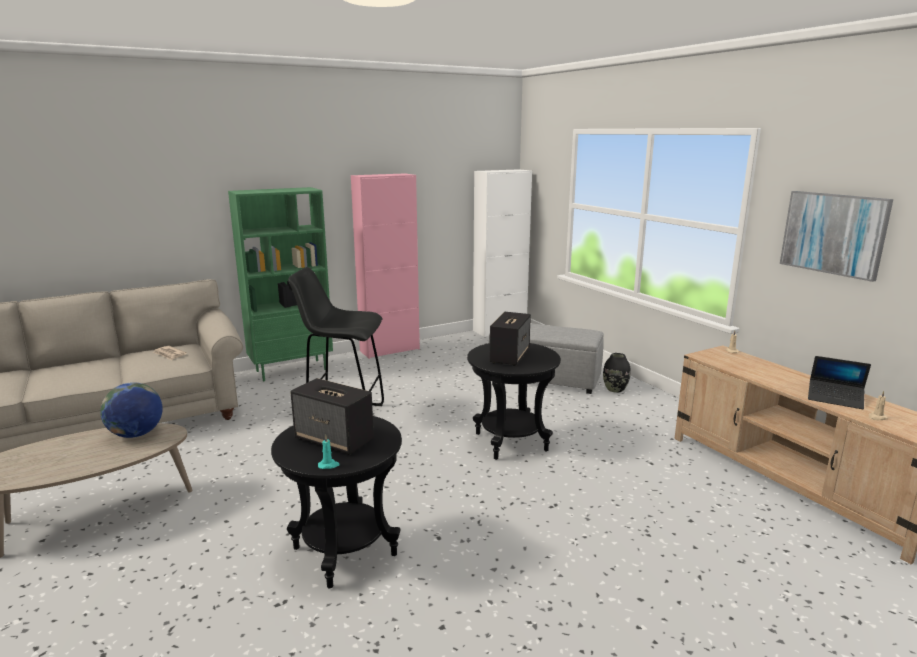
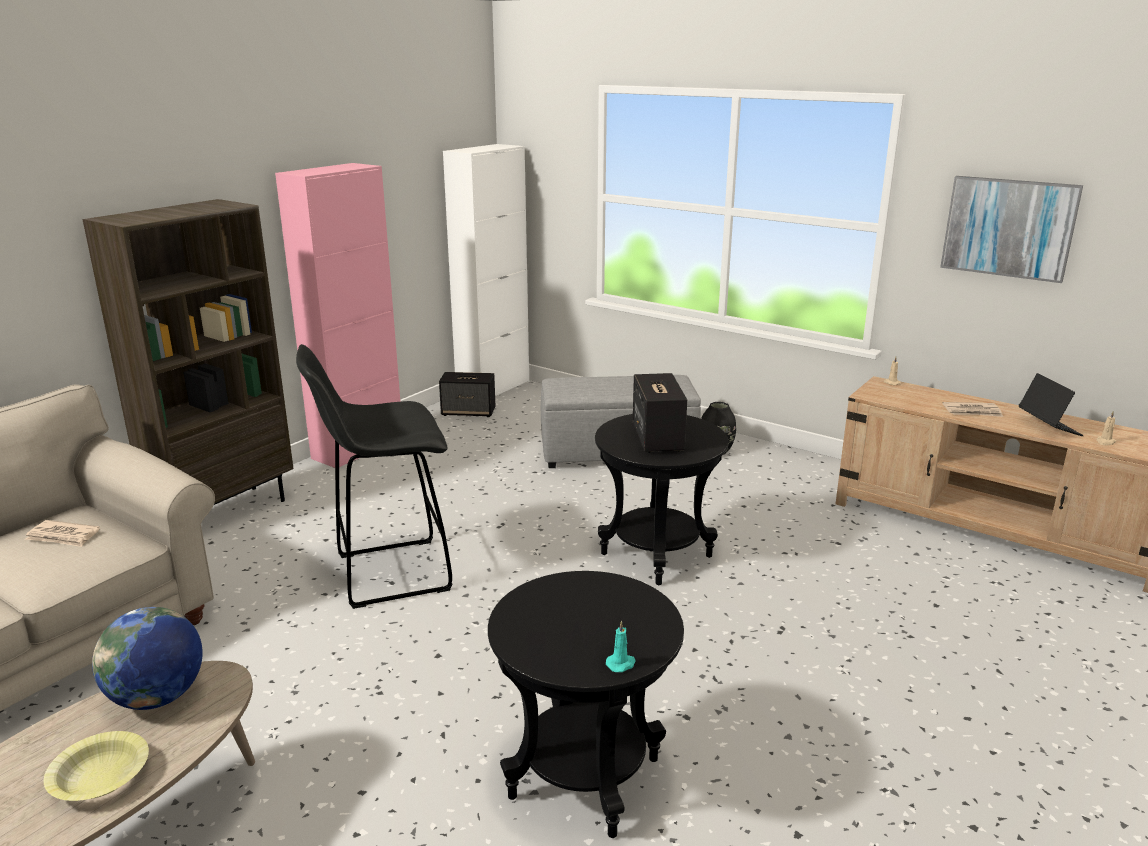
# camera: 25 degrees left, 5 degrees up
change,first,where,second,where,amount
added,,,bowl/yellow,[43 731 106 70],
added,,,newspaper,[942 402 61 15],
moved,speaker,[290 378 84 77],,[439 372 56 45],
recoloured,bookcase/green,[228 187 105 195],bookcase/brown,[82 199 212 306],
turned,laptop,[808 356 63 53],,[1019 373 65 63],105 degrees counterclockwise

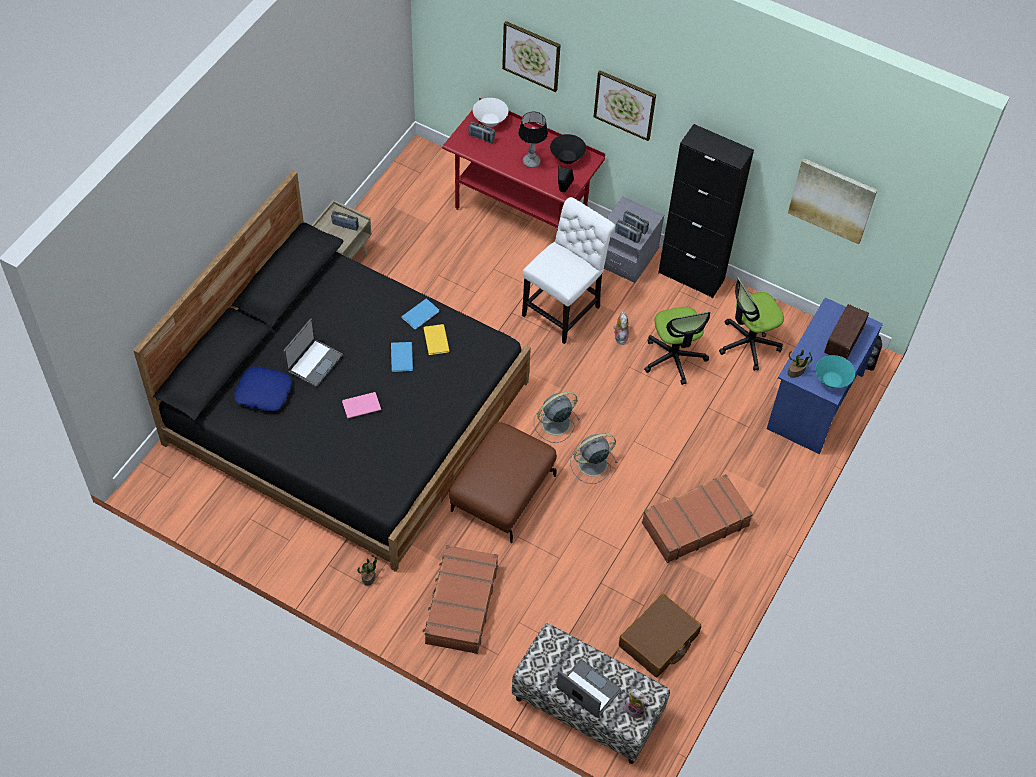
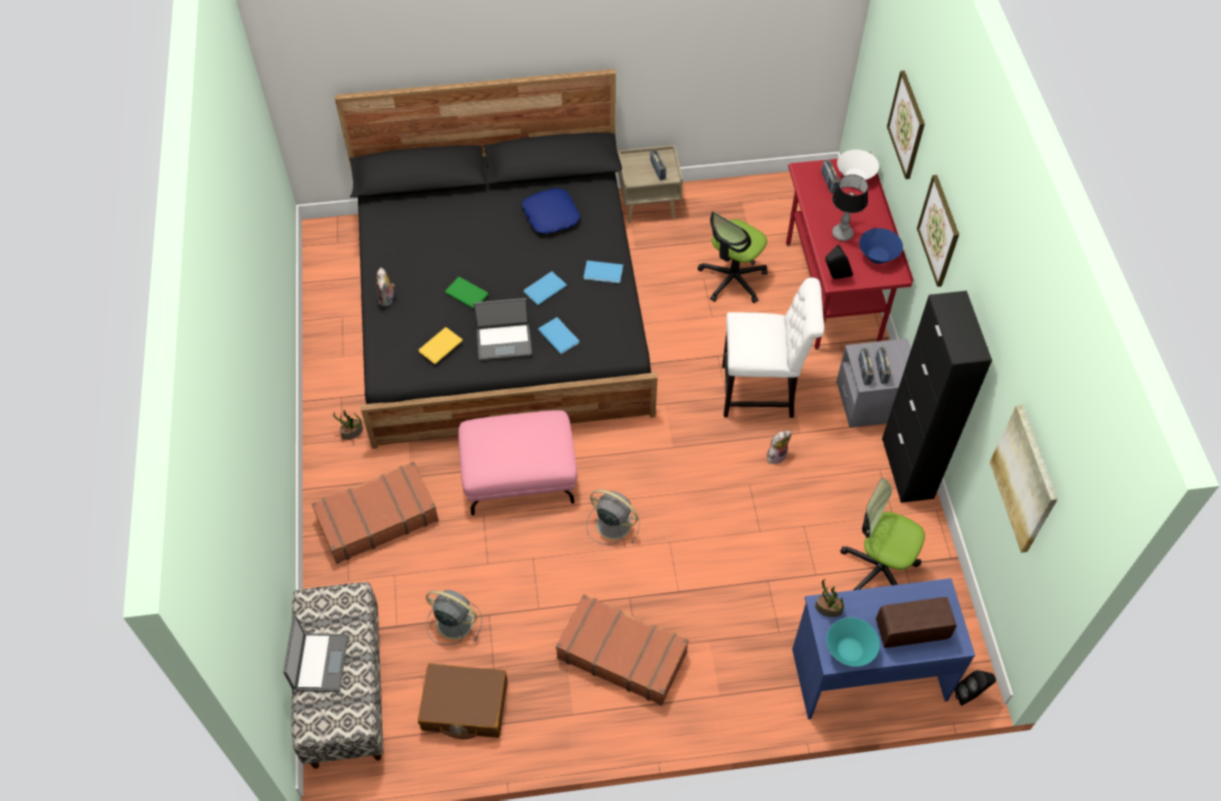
# camera: 55 degrees right, 0 degrees up
change,first,where,second,where,amount
added,,,book/blue,[538 317 41 37],
moved,pillow/blue,[235 366 57 45],,[522 188 58 46],
moved,laptop,[283 319 60 68],,[473 298 59 62],
moved,book/yellow,[424 324 26 31],,[419 327 44 37],
moved,fan/grey,[534 392 46 51],,[426 590 56 55],
moved,plush toy,[624 689 26 30],,[376 268 19 39],
moved,office chair,[644 307 66 78],,[698 211 69 92],
recoloured,book/pink,[342 392 39 26],book/green,[445 277 43 32],
recoloured,ottoman/brown,[449 422 108 121],ottoman/pink,[458 410 119 106],
recoloured,bowl/black,[550 134 36 30],bowl/blue,[859 228 44 36],

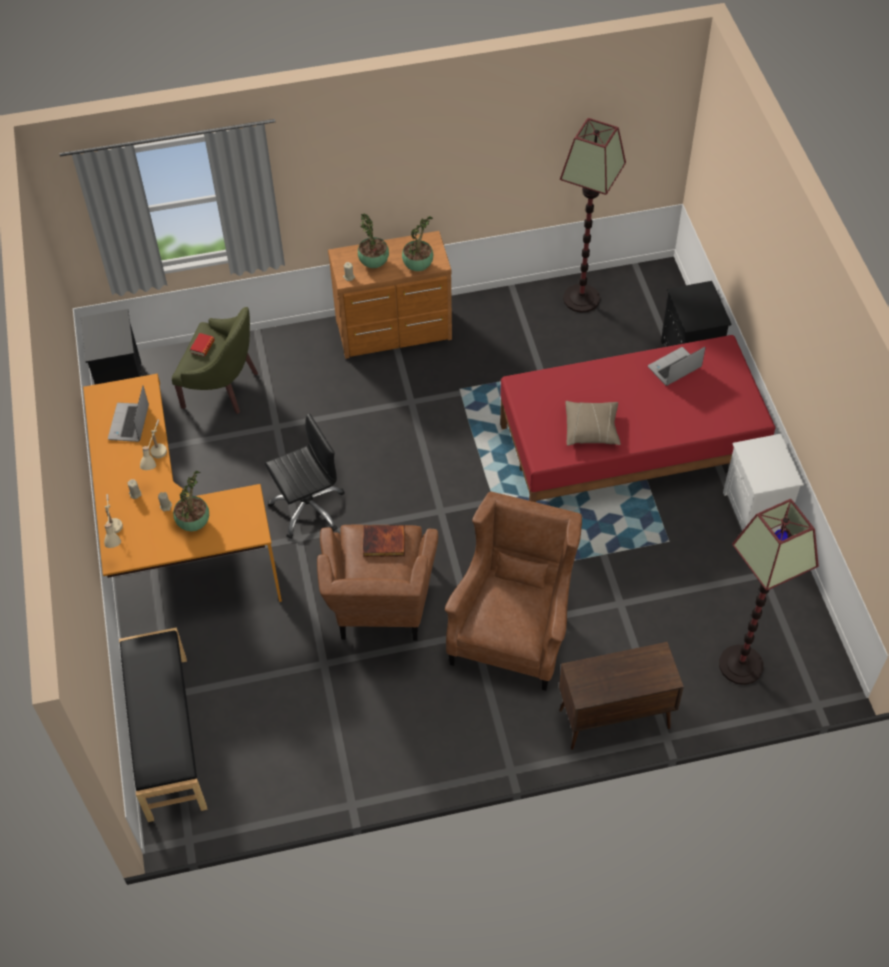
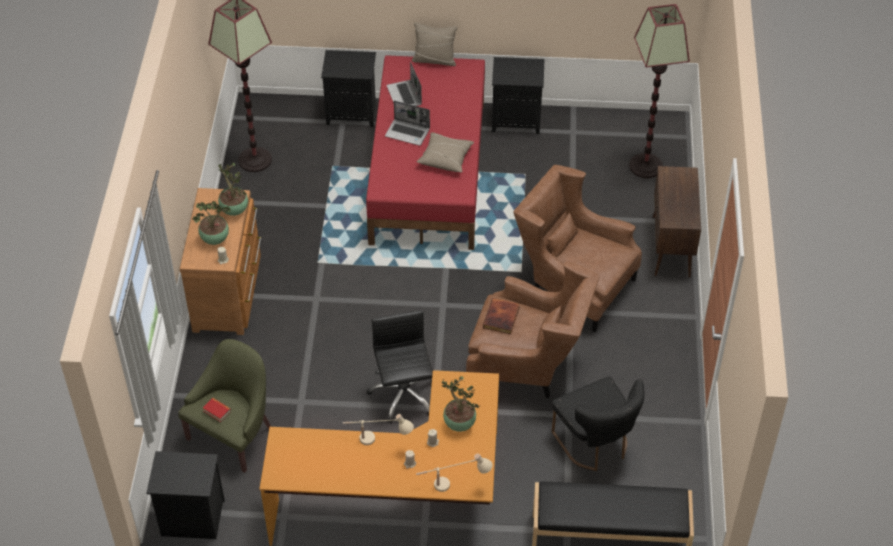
# camera: 75 degrees left, 5 degrees down
change,first,where,second,where,amount
added,,,pillow/beige,[412 22 45 44],
added,,,chair/black,[552 377 92 94],
moved,laptop,[108 386 41 56],,[385 101 45 45],
recoloured,nightstand/white,[723 434 81 99],nightstand/black,[492 57 52 77],

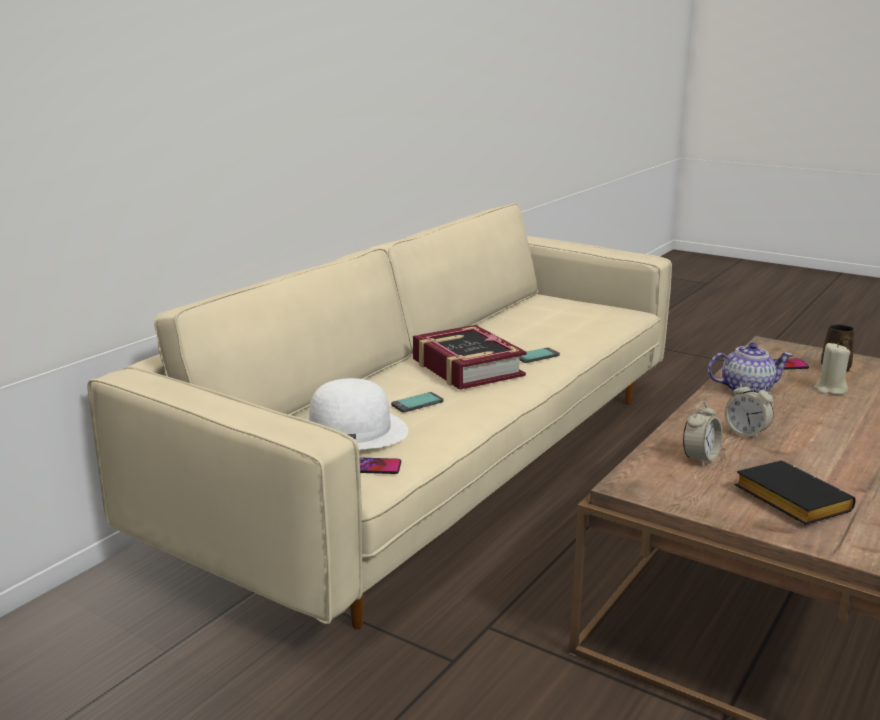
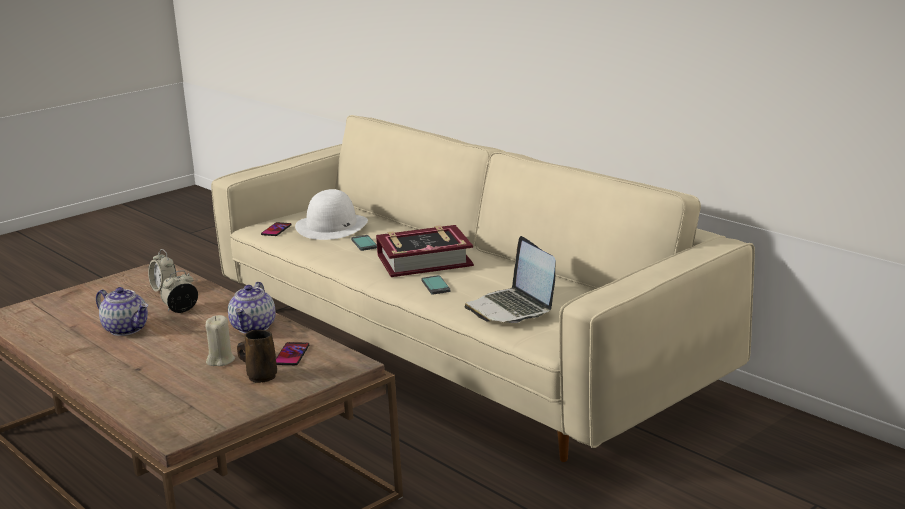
# camera: 105 degrees right, 0 degrees up
change,first,where,second,where,amount
removed,book/black,[735 461 121 64],,,
added,,,teapot,[96 287 52 49],
added,,,laptop,[465 236 91 87],

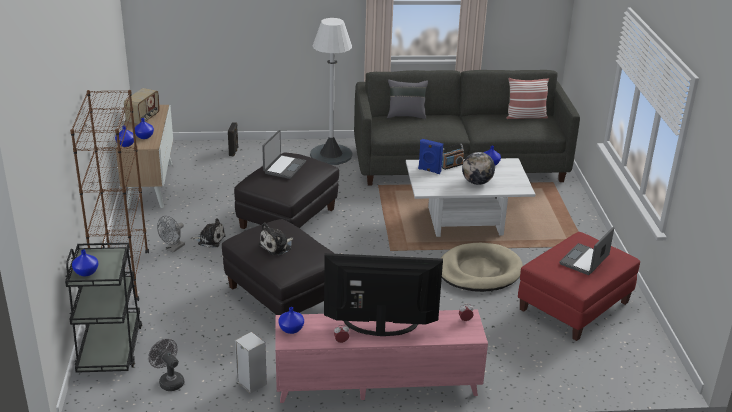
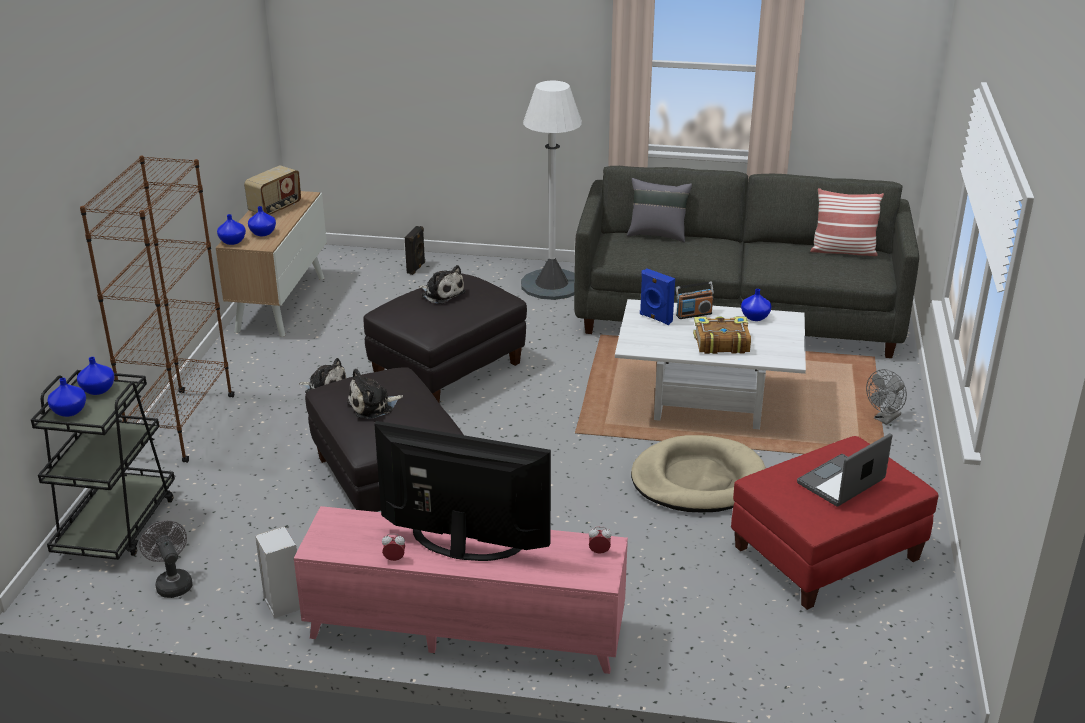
# camera: 15 degrees right, 0 degrees up
change,first,where,second,where,amount
moved,fan/grey,[157 216 28 37],,[866 369 41 56],
moved,vase/blue,[278 307 26 27],,[77 357 37 38],
replaced,laptop,[262 130 44 49],plush toy,[419 265 47 39],
replaced,globe,[462 152 33 33],book,[693 316 58 38],

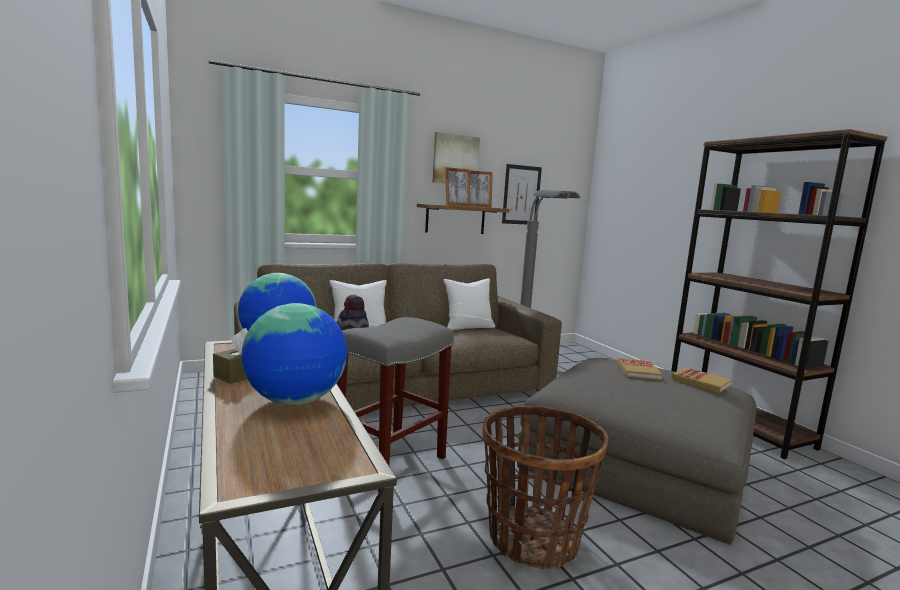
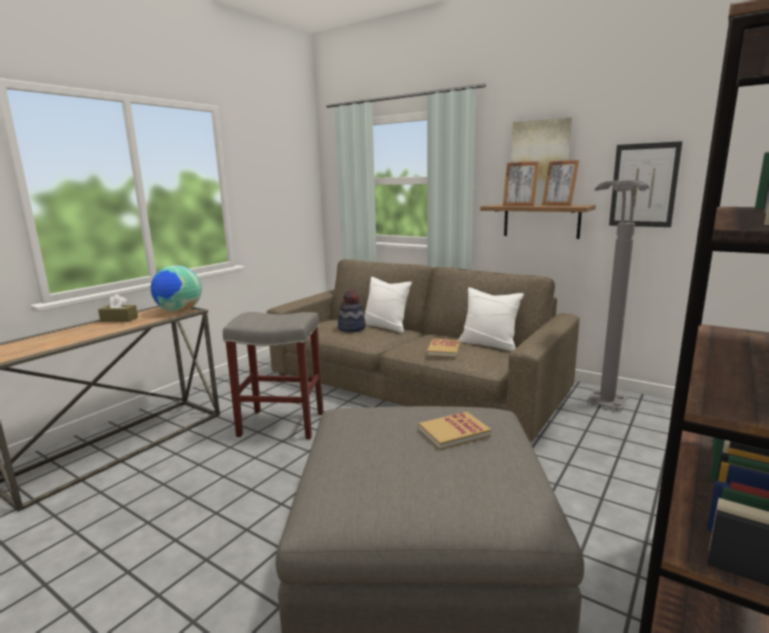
# camera: 60 degrees right, 5 degrees up
change,first,where,second,where,amount
removed,globe,[241 303 106 102],,,
removed,basket,[482 406 126 163],,,
moved,book,[671 367 61 26],,[427 339 33 18],

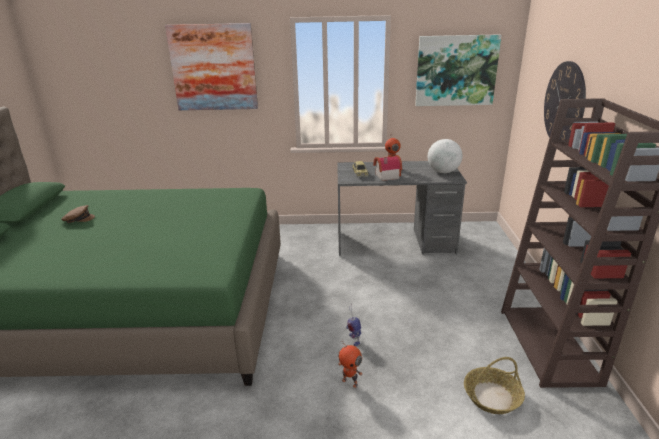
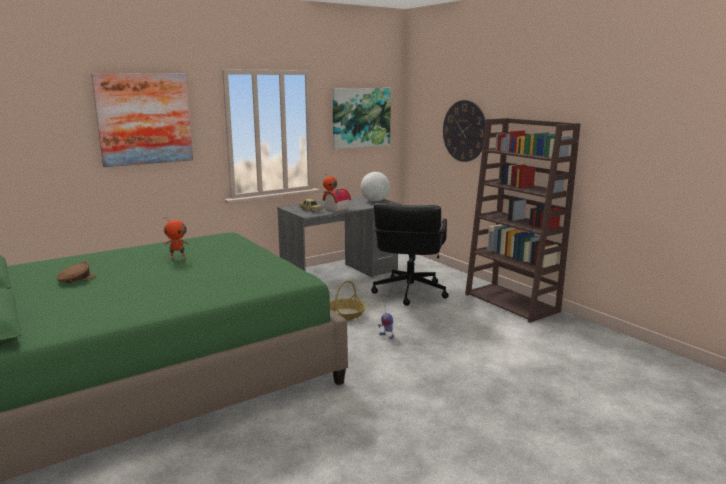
# camera: 35 degrees left, 10 degrees down
change,first,where,second,where,amount
added,,,office chair/black,[371 203 78 103],
moved,toy robot,[338 340 25 48],,[164 217 25 42],
moved,basket,[464 357 61 57],,[330 280 36 40],

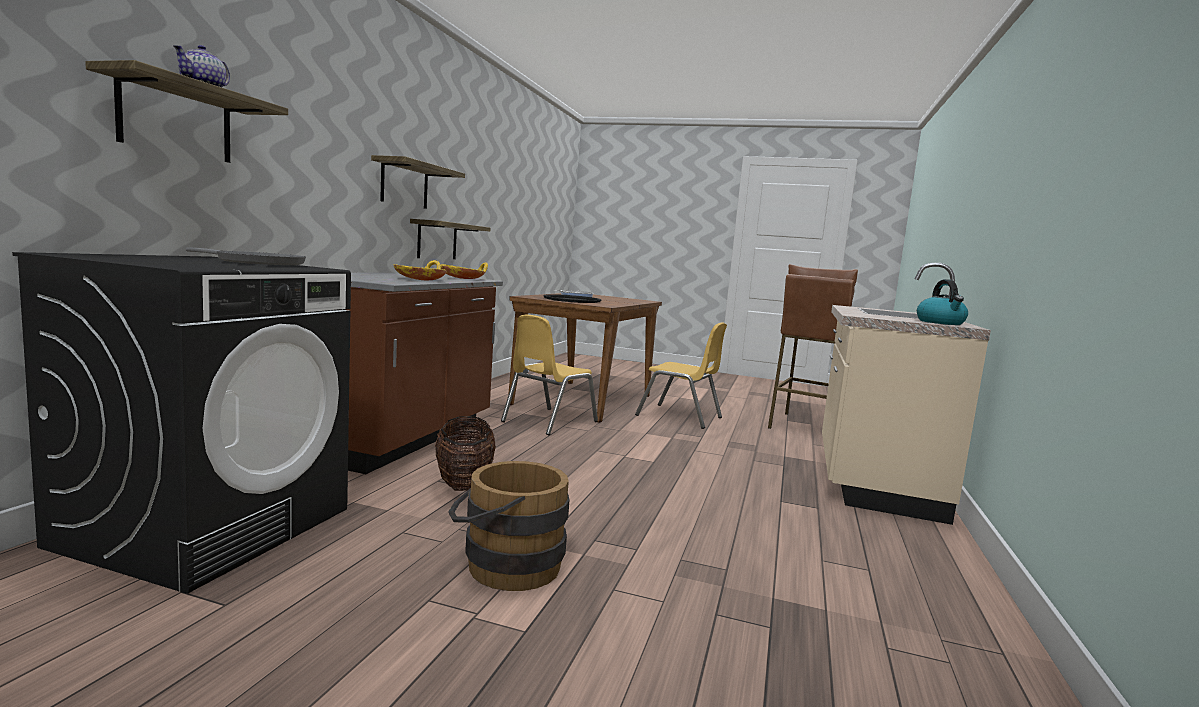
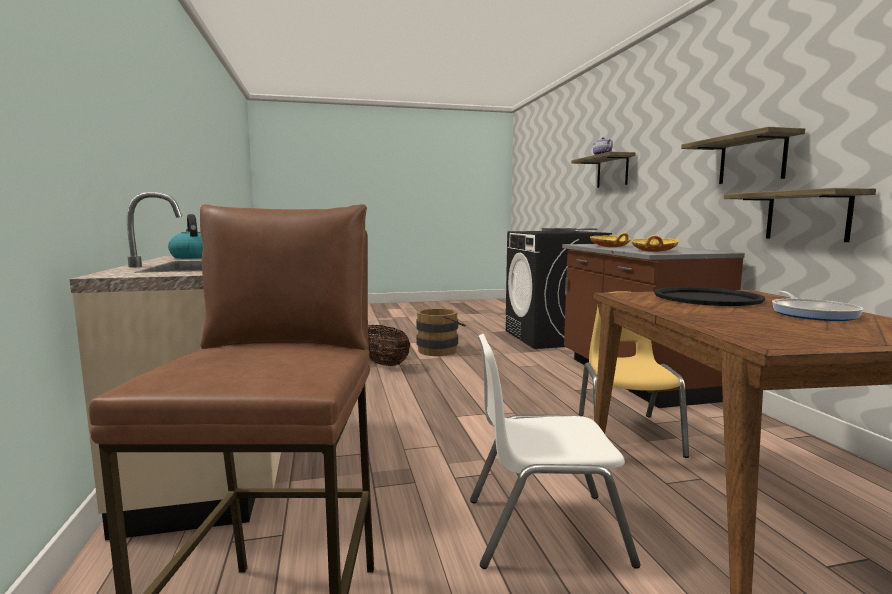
# camera: 150 degrees right, 0 degrees up
change,first,where,second,where,amount
moved,basket,[435 416 61 75],,[368 325 42 41],
recoloured,chair/yellow,[635 322 92 107],chair/white,[470 334 171 235],

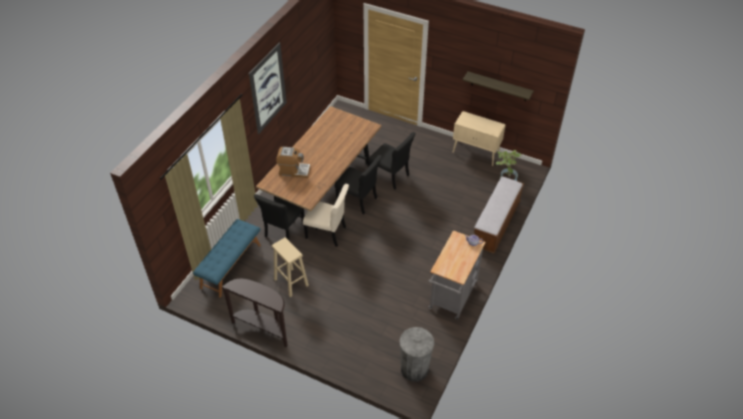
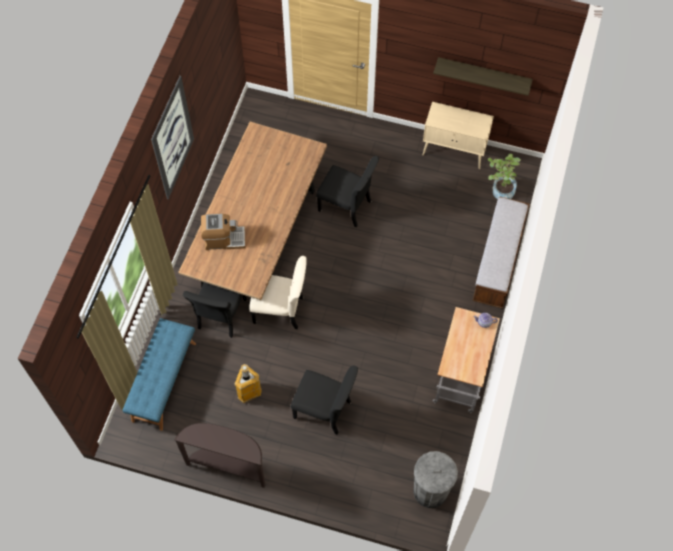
# camera: 10 degrees left, 15 degrees up
change,first,where,second,where,amount
moved,chair/black,[335 155 47 59],,[291 366 67 69],
replaced,stool/beige,[272 237 37 60],trash can,[235 364 27 39],

